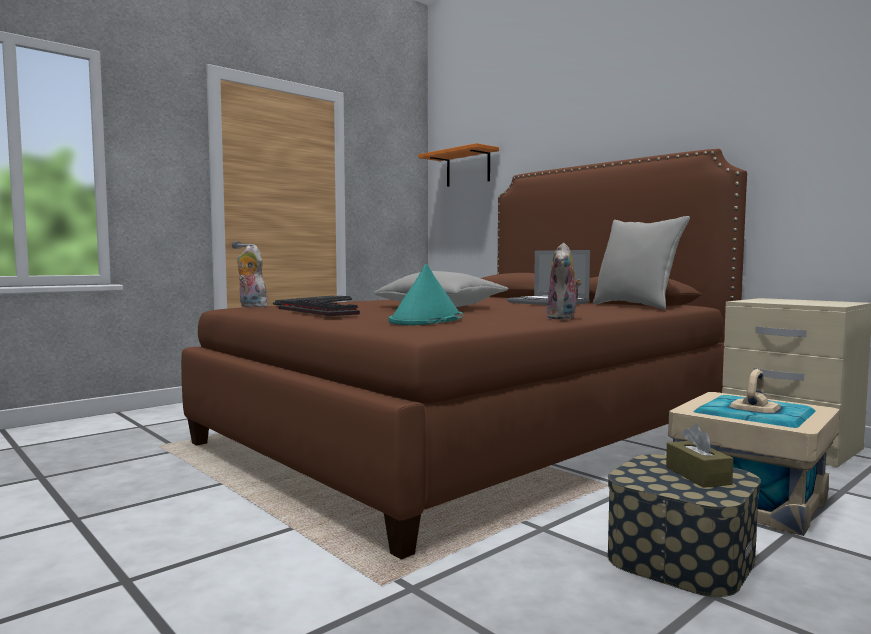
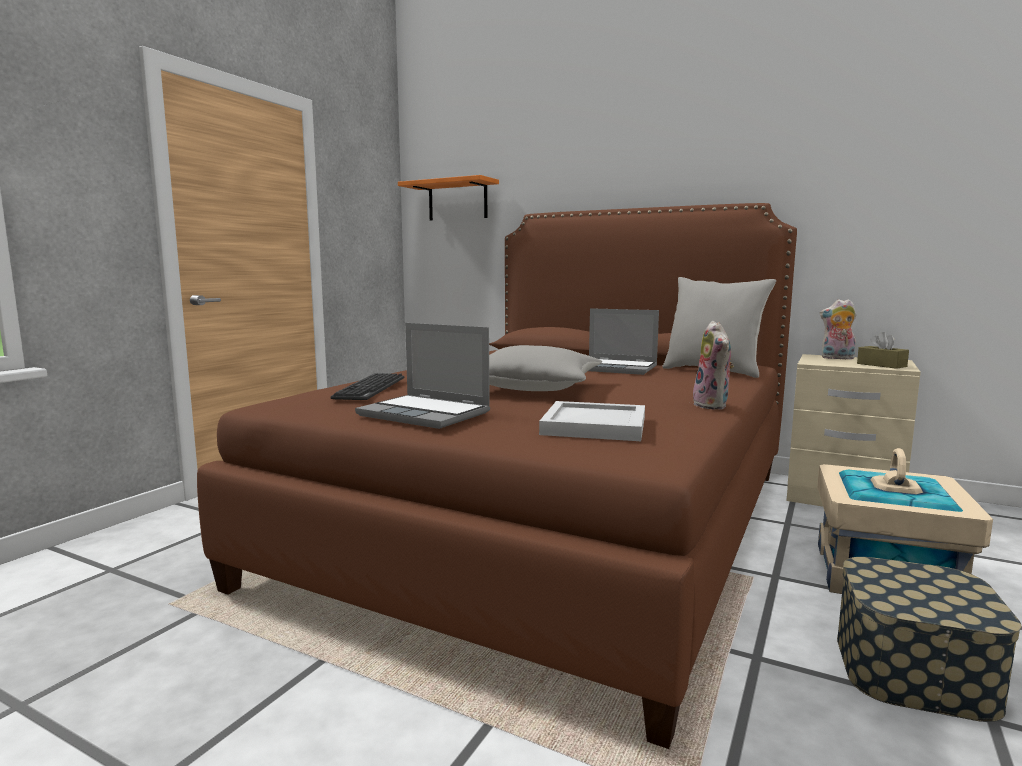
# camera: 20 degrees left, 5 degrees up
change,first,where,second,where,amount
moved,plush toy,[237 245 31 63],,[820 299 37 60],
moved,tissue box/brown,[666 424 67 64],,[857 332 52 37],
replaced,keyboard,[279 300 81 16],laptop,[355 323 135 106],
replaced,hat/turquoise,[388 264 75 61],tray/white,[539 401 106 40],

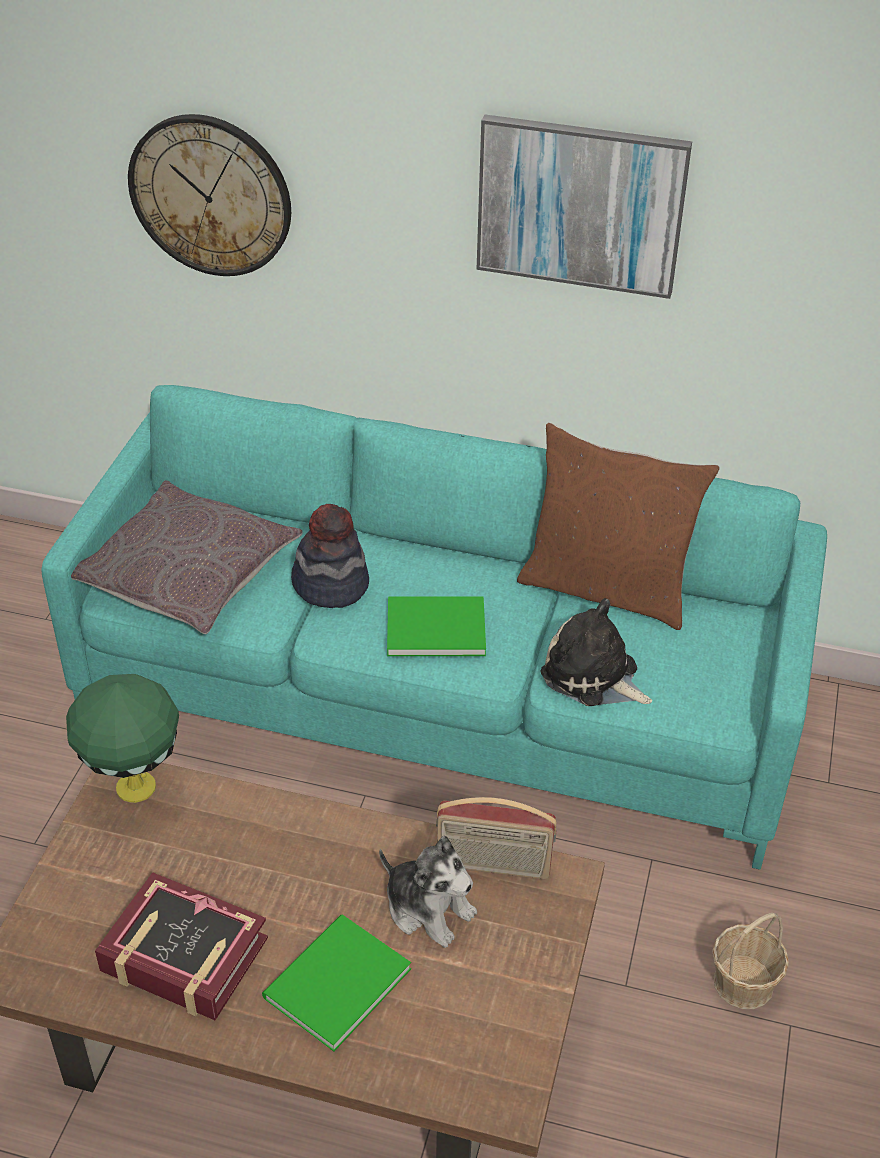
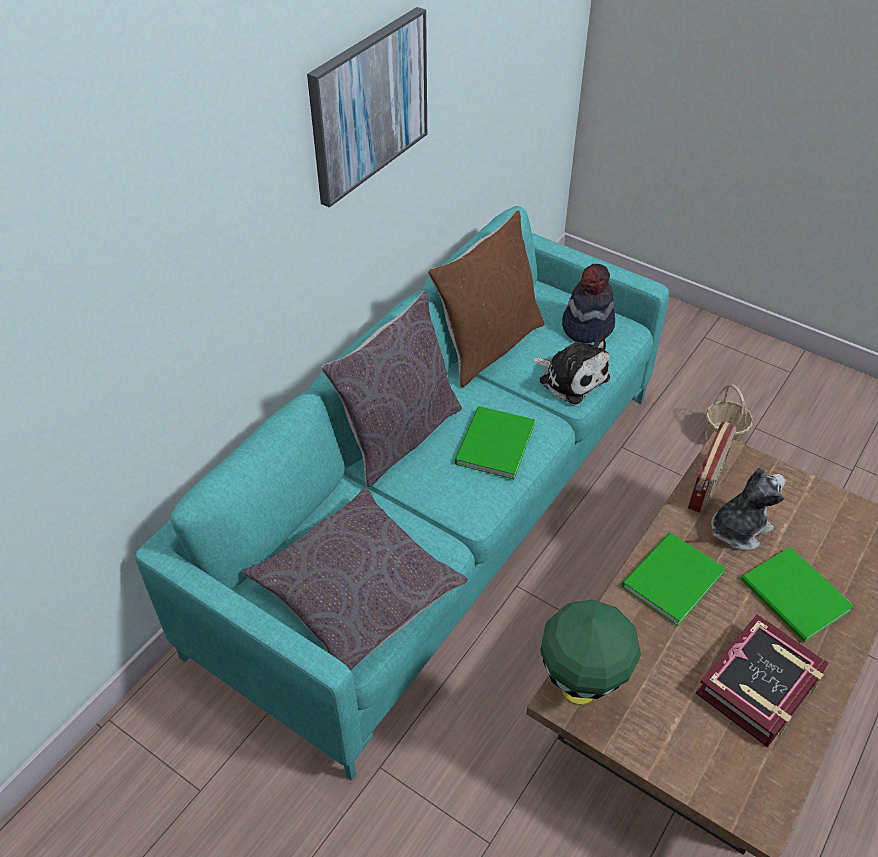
# camera: 70 degrees left, 5 degrees up
change,first,where,second,where,amount
removed,wall clock,[128 114 163 162],,,
added,,,pillow/grey,[321 291 141 196],
added,,,book/green,[621 533 104 93],
moved,hat,[291 504 78 104],,[562 264 53 79],
turned,plush toy,[541 598 111 108],,[534 335 76 69],105 degrees counterclockwise

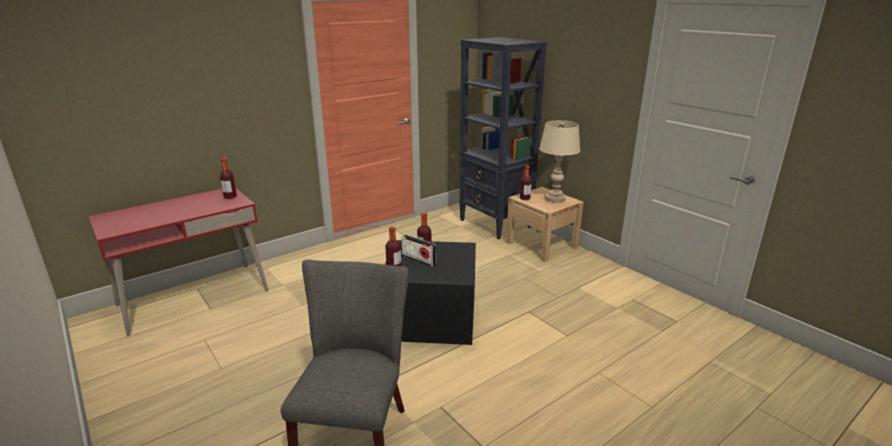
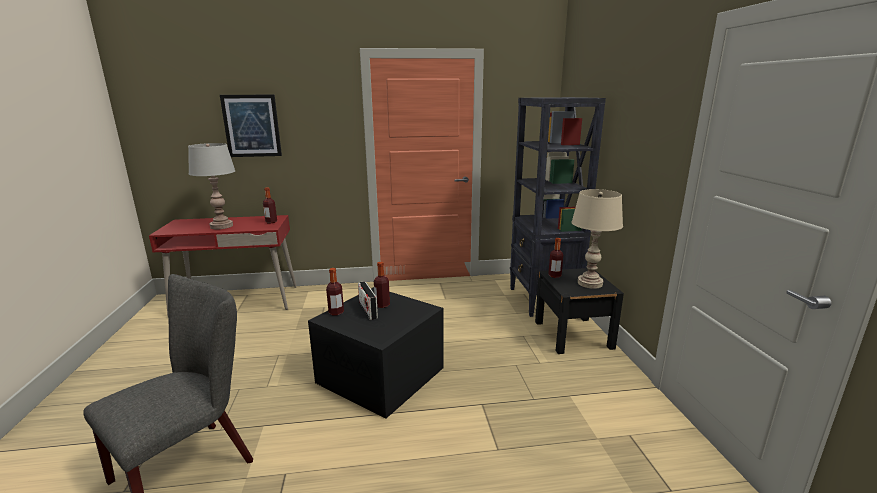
# camera: 30 degrees right, 5 degrees down
change,first,where,second,where,amount
added,,,table lamp/grey,[188 143 47 86],
added,,,picture,[220 94 62 63],
recoloured,nightstand/beige,[506 187 78 75],nightstand/black,[535 268 89 86],

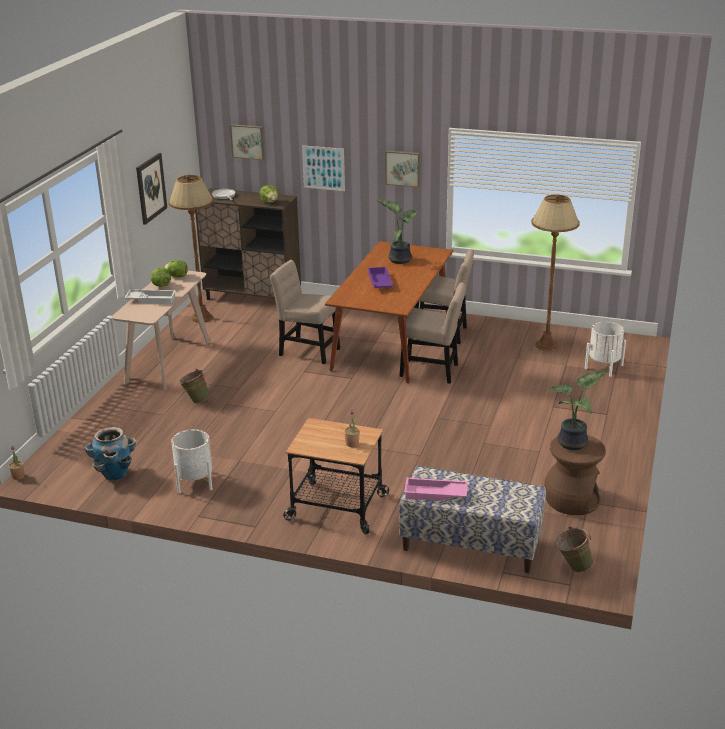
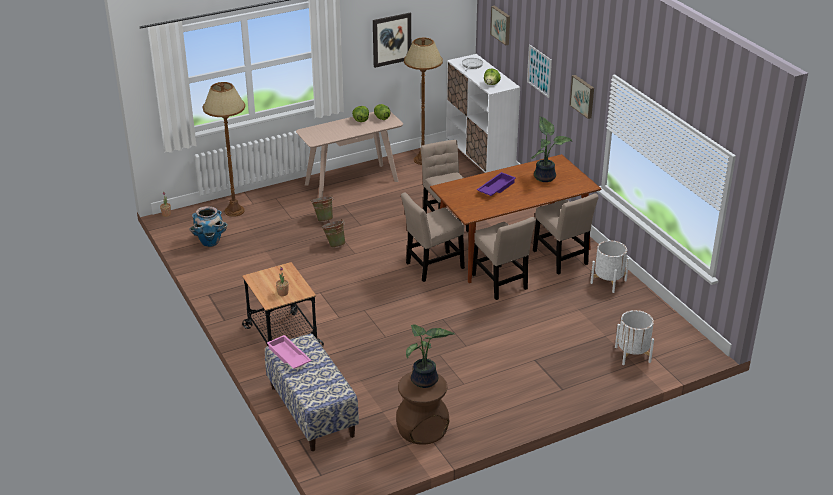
# camera: 45 degrees right, 5 degrees up
change,first,where,second,where,amount
removed,tray/white,[124 289 52 15],,,
added,,,chair/beige,[401 192 64 90],
moved,planter/white,[171 429 42 65],,[590 240 39 53],
moved,floor lamp/brown,[531 194 49 157],,[203 82 42 135],
moved,bucket/green,[555 527 38 45],,[322 219 24 29],
recoloured,cabinet/brown,[195 188 106 112],cabinet/white,[446 54 74 119],

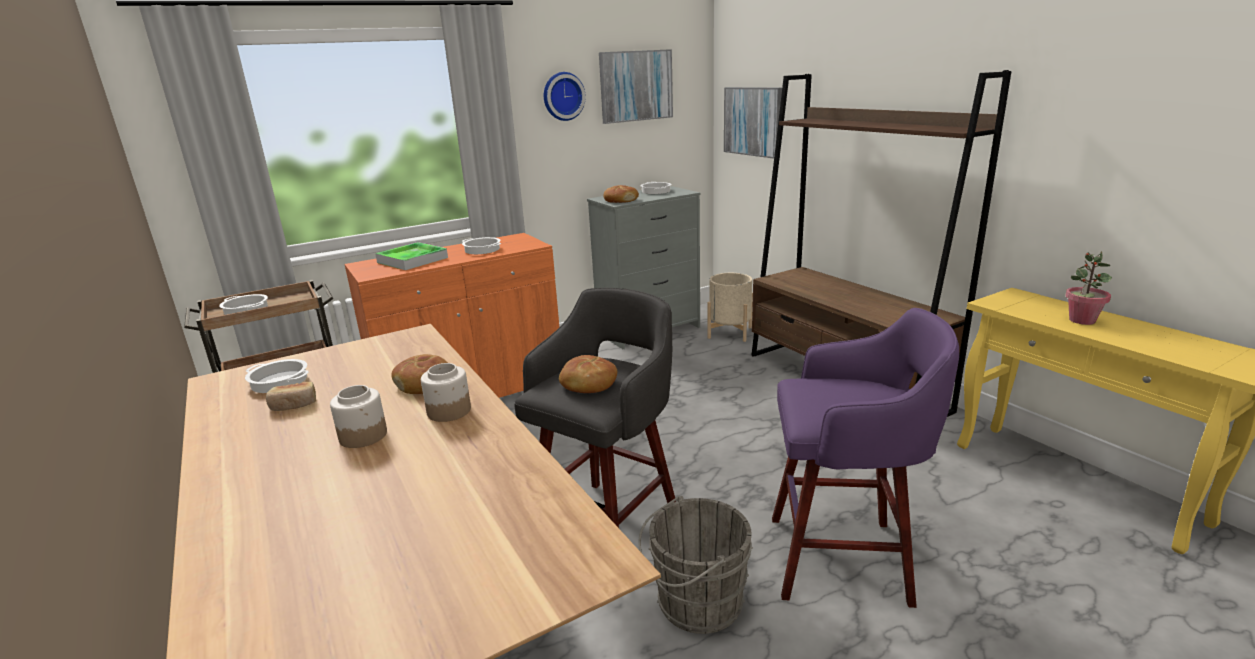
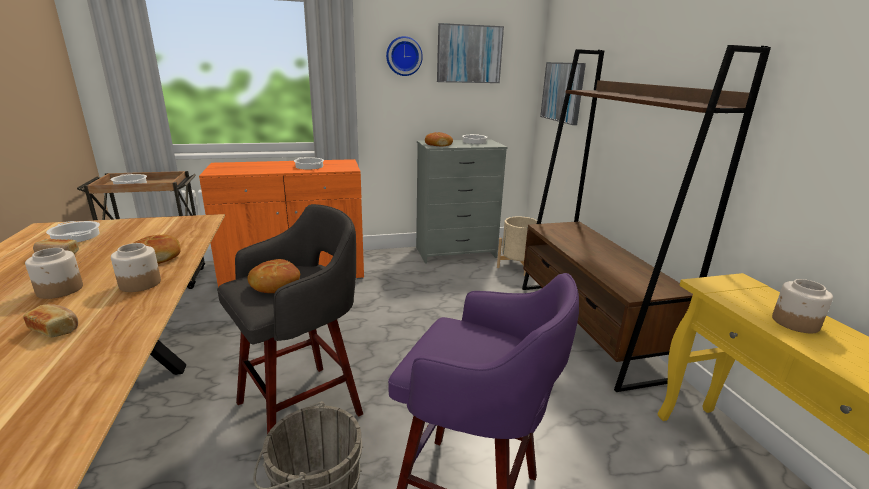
# camera: 15 degrees right, 0 degrees up
change,first,where,second,where,amount
removed,tray,[375 242 73 28],,,
added,,,bread,[23 304 55 33],
replaced,potted plant,[1065 251 47 74],jar,[772 279 61 55],

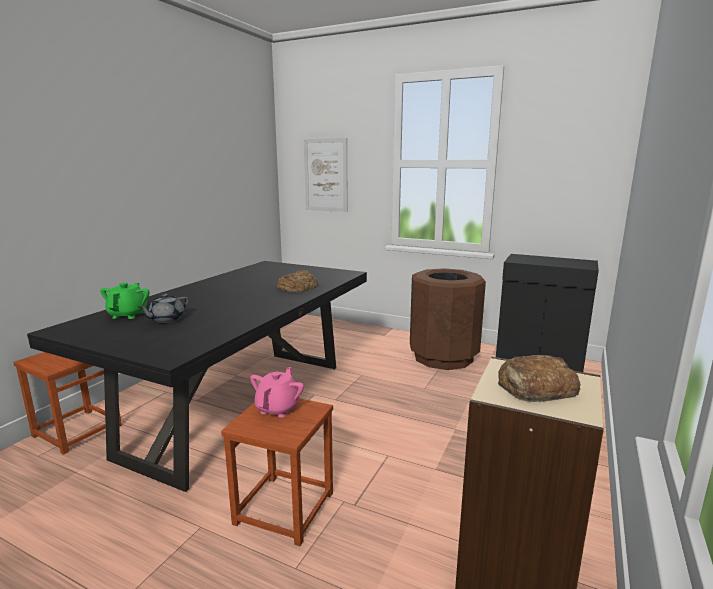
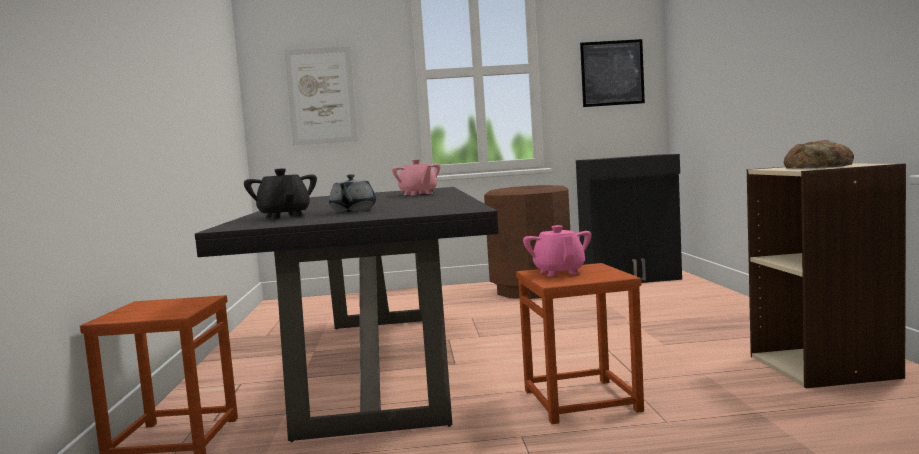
# camera: 30 degrees left, 10 degrees down
change,first,where,second,where,amount
added,,,picture,[580 39 65 68],
replaced,bread,[277 270 41 22],teapot/pink,[392 159 48 37],
recoloured,teapot/green,[100 283 50 36],teapot/black,[244 168 73 51],

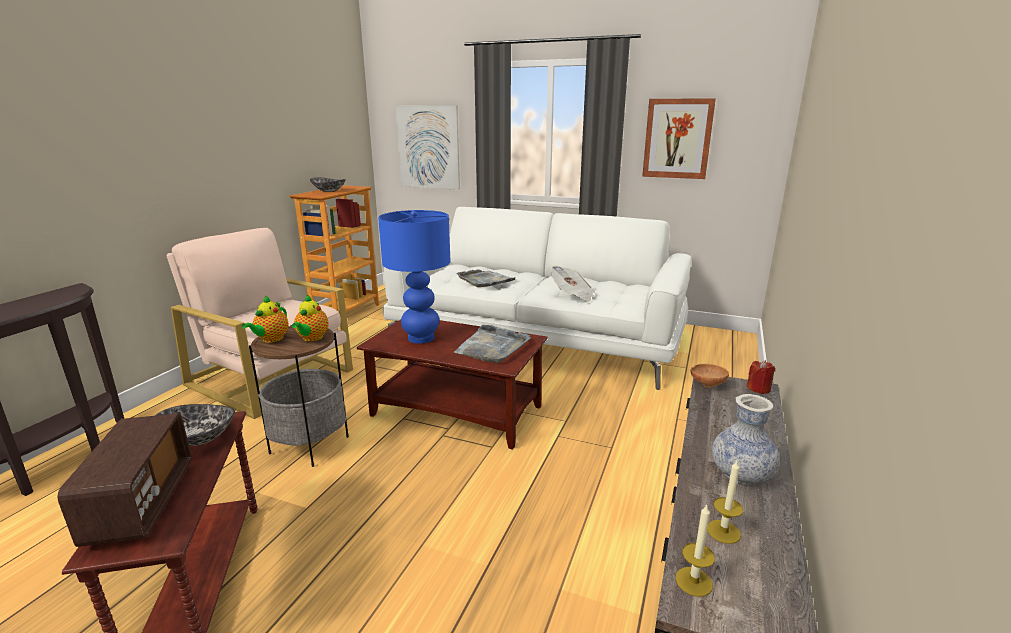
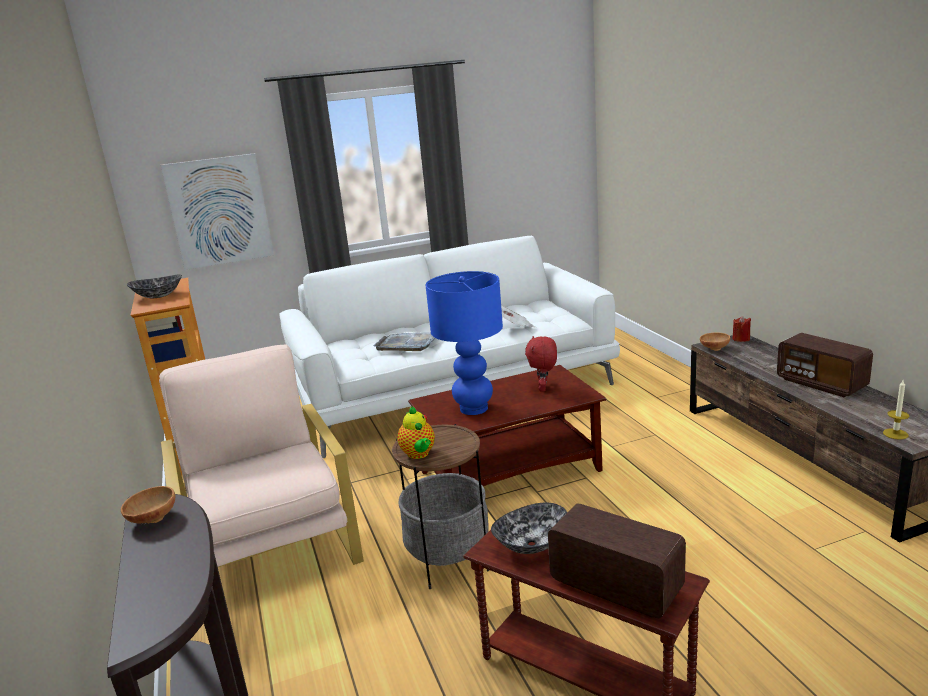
# camera: 40 degrees left, 0 degrees up
change,first,where,second,where,amount
removed,teapot,[292 295 37 47],,,
removed,picture,[642 98 74 81],,,
removed,candle,[707 461 36 83],,,
added,,,bowl/brown,[121 486 54 37],
replaced,tray/grey,[454 325 77 38],plush toy/red,[525 336 32 56],
replaced,vase,[712 394 68 91],radio,[777 333 96 64],
turned,armchair/beige,[167 228 186 191],,[159 344 205 223],75 degrees clockwise

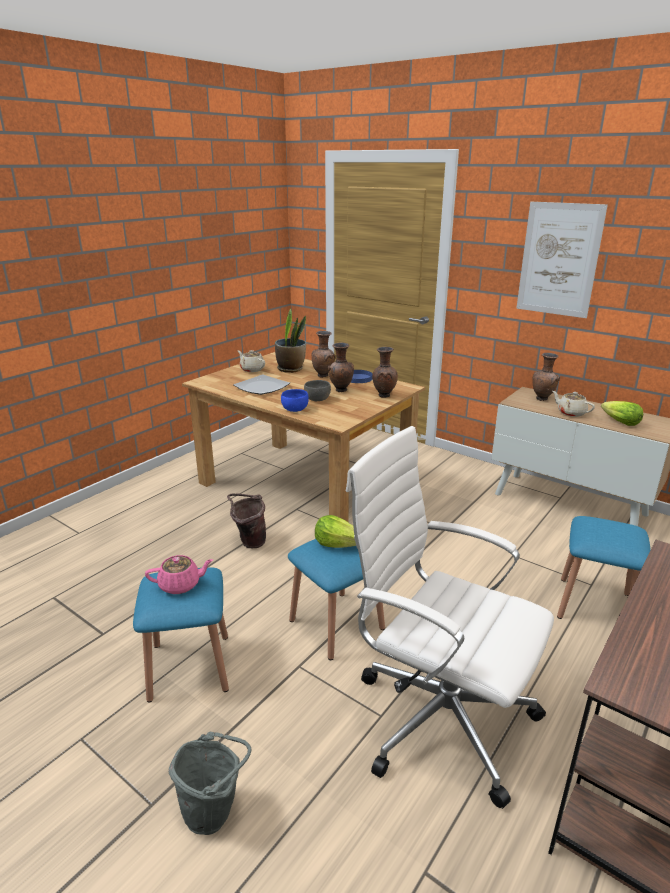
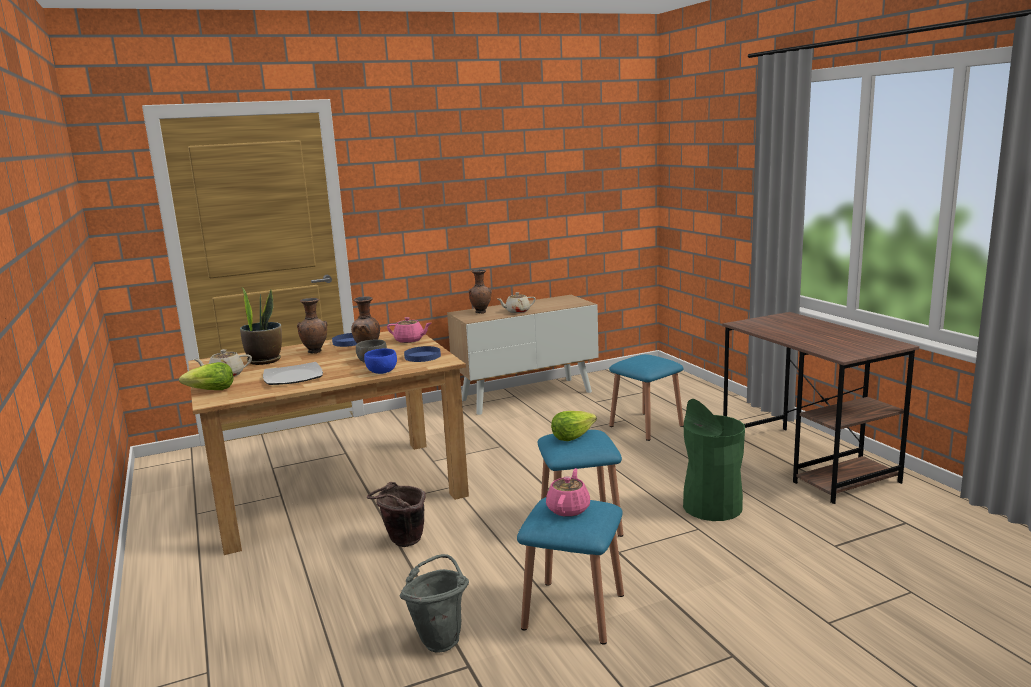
# camera: 60 degrees left, 10 degrees down
change,first,where,second,where,amount
removed,picture,[516 202 92 116],,,
added,,,plate/blue,[404 346 37 16],
moved,bucket/grey,[169 731 83 104],,[399 554 70 99],
moved,lettuce,[601 401 42 25],,[179 362 55 28],
replaced,office chair/white,[346 426 208 383],trash can/green,[683 399 62 122],
replaced,vase/brown,[372 347 26 51],teapot/pink,[387 317 44 26],

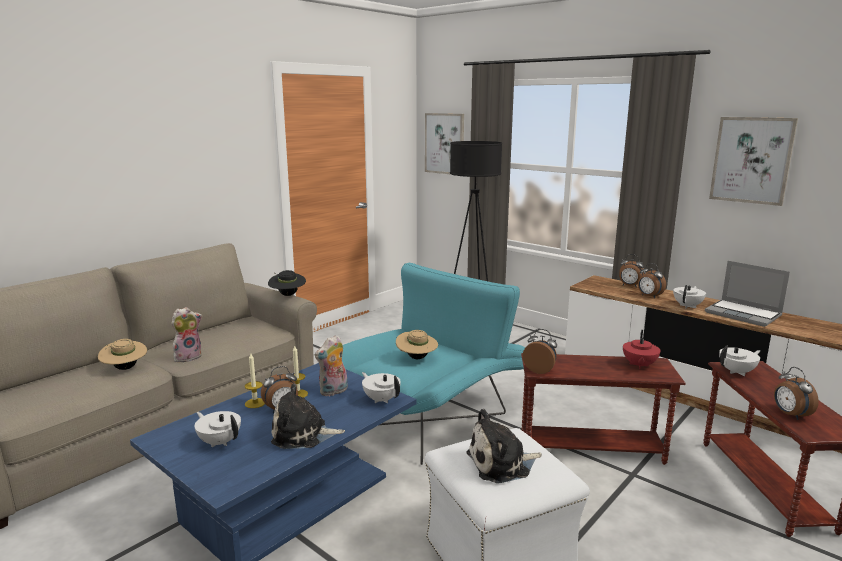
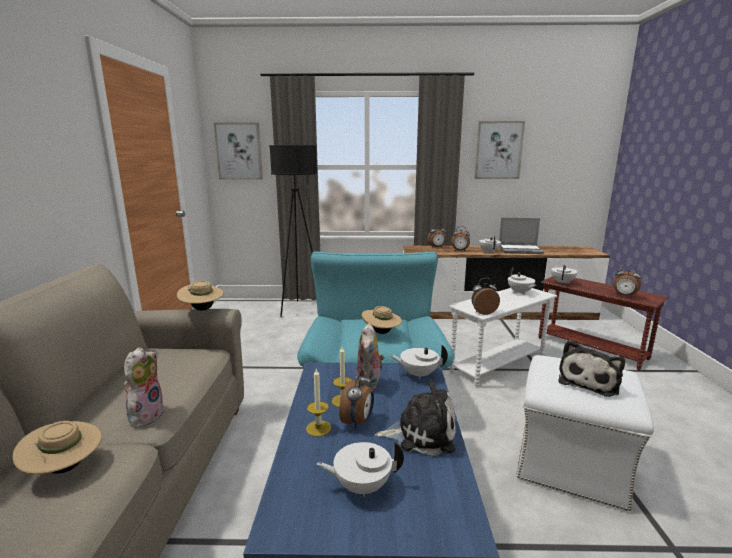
# camera: 40 degrees left, 0 degrees up
change,first,where,second,where,amount
recoloured,hat/black,[268 270 38 26],hat/beige,[177 281 47 30],
recoloured,side table/brown,[521 353 165 112],side table/white,[448 288 109 98],
recoloured,teapot/red,[623 330 37 39],teapot/white,[508 267 28 28],
turned,plush toy,[271 384 74 65],,[375 380 81 76],135 degrees counterclockwise

